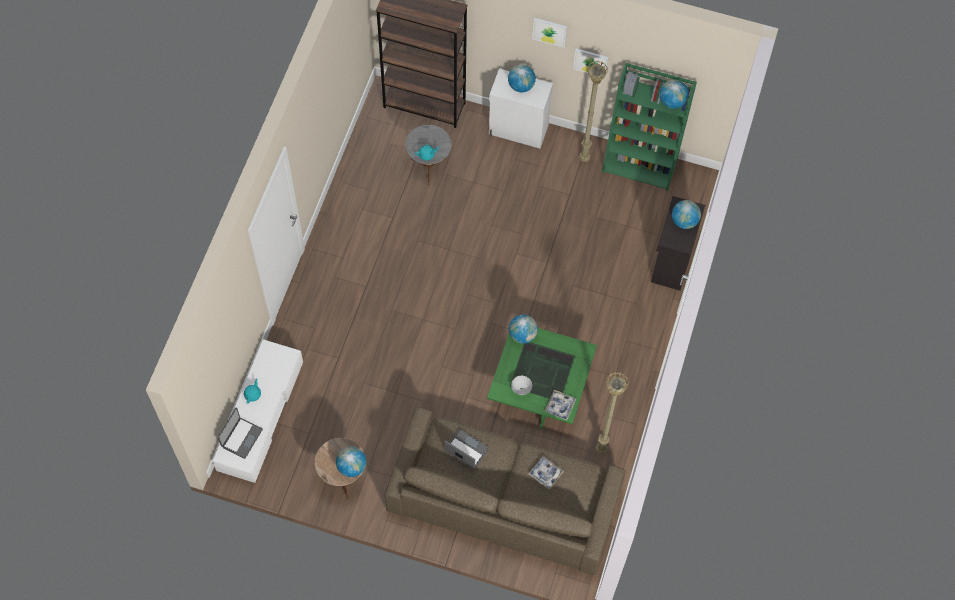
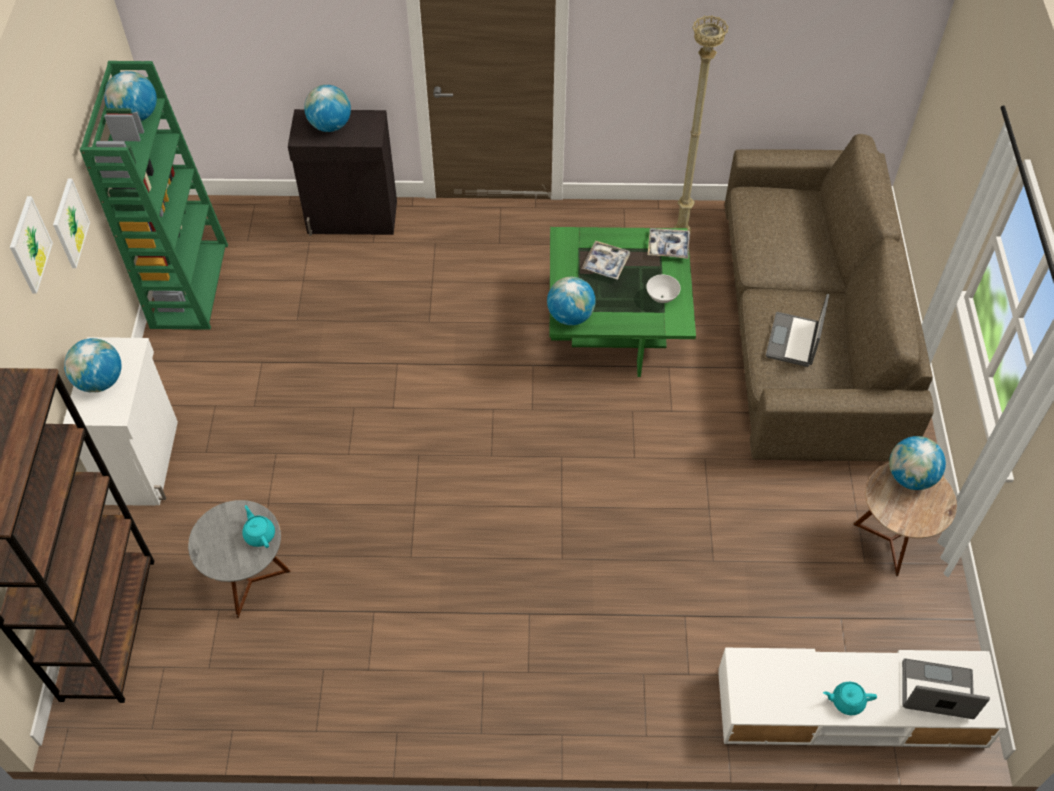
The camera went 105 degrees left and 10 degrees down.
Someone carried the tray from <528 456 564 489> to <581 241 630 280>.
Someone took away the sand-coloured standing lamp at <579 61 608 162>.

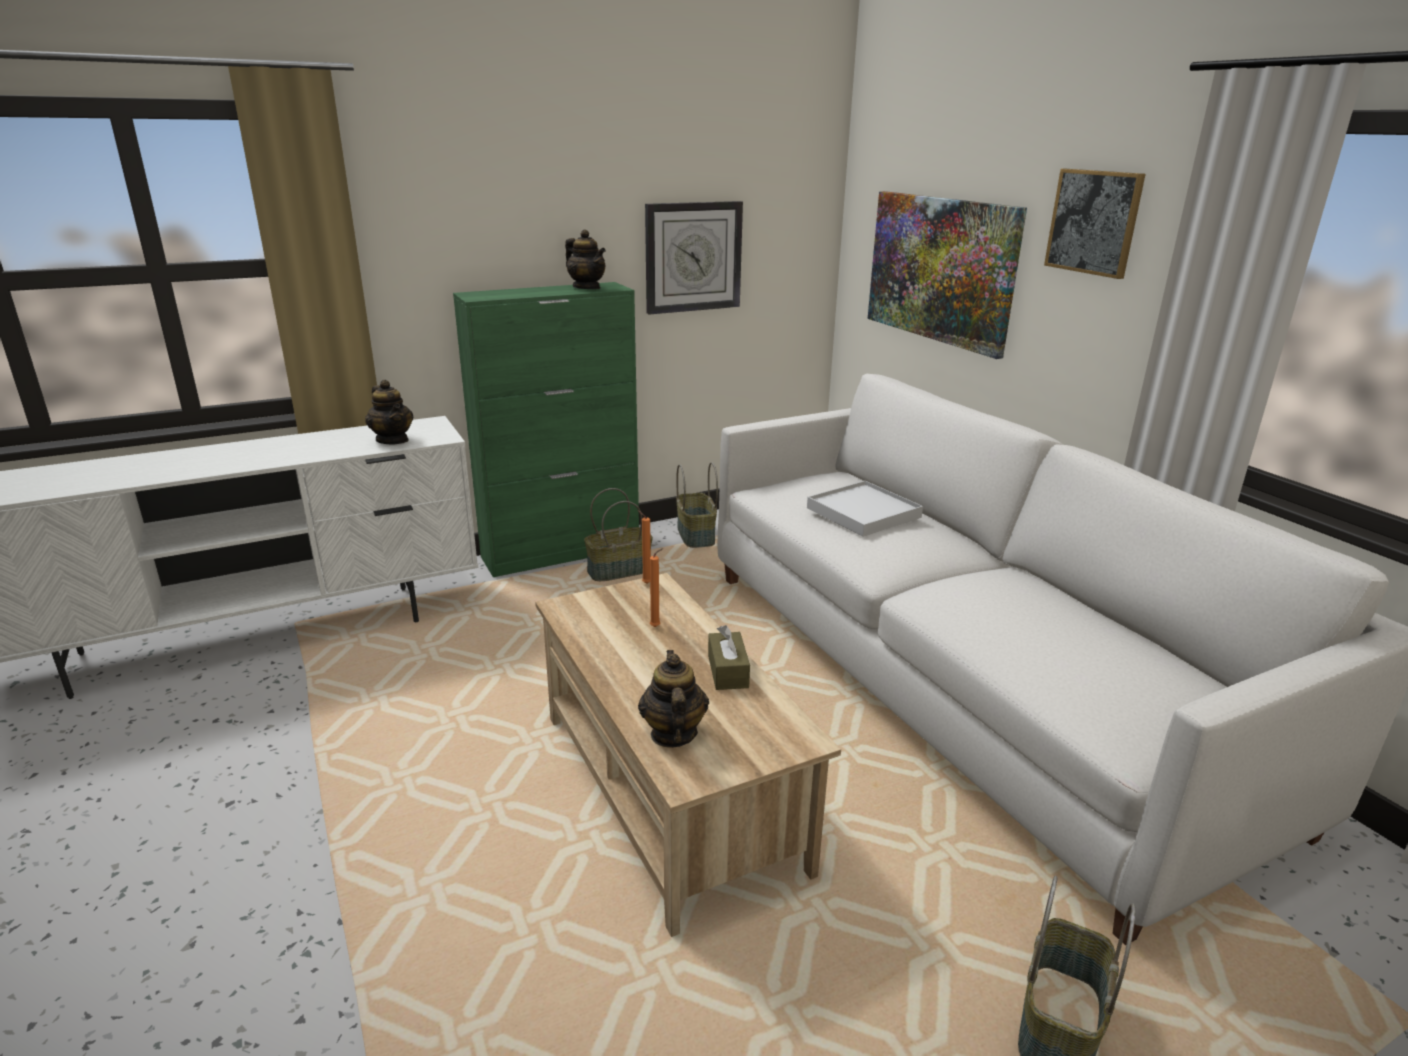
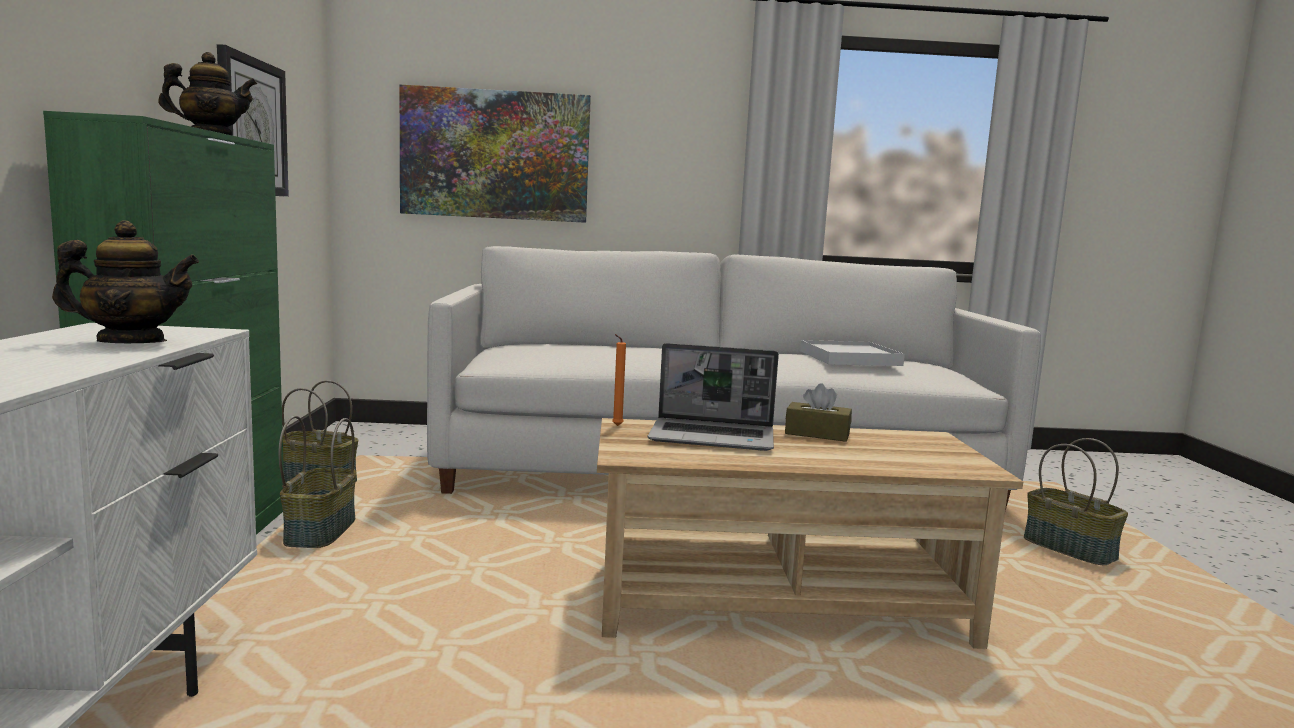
The camera went 65 degrees left and 15 degrees down.
Someone swapped the orange wax light at <650 548 663 627> for the portable computer at <648 343 779 451>.
Someone carried the whitish tray from <807 481 923 537> to <800 340 905 366>.
Someone took away the tea pot at <638 650 709 748>.
Someone took away the wall picture at <1044 169 1146 279>.

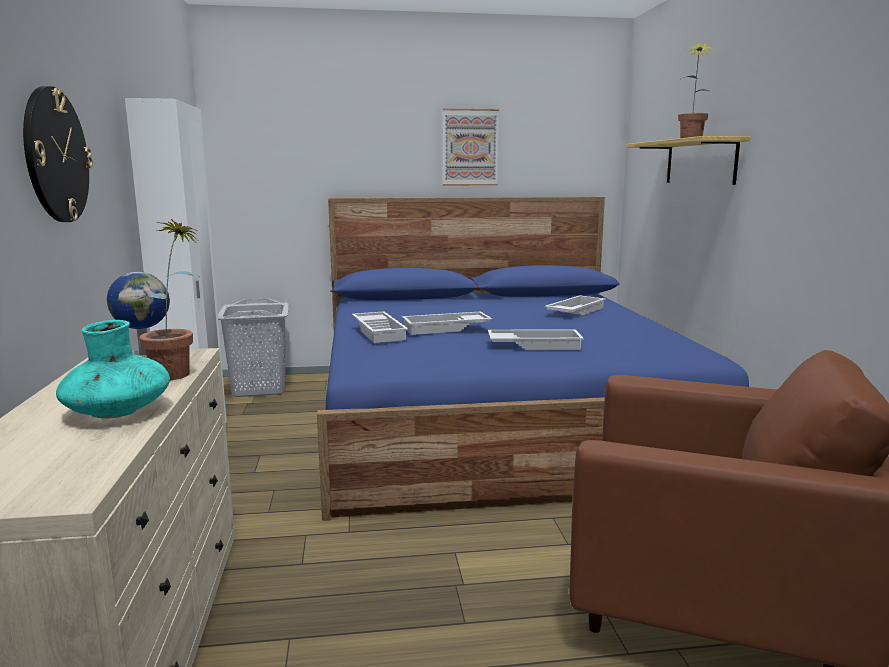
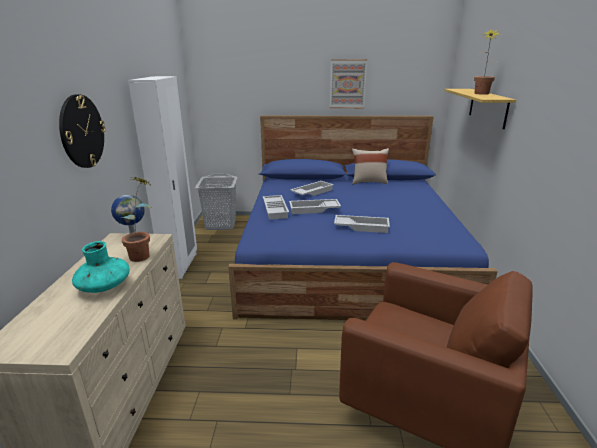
The camera went 10 degrees right and 10 degrees up.
Someone carried the whitish tray from <545 295 606 315> to <290 181 334 196>.
Someone put down the sand-coloured cushion at <352 148 389 184>.

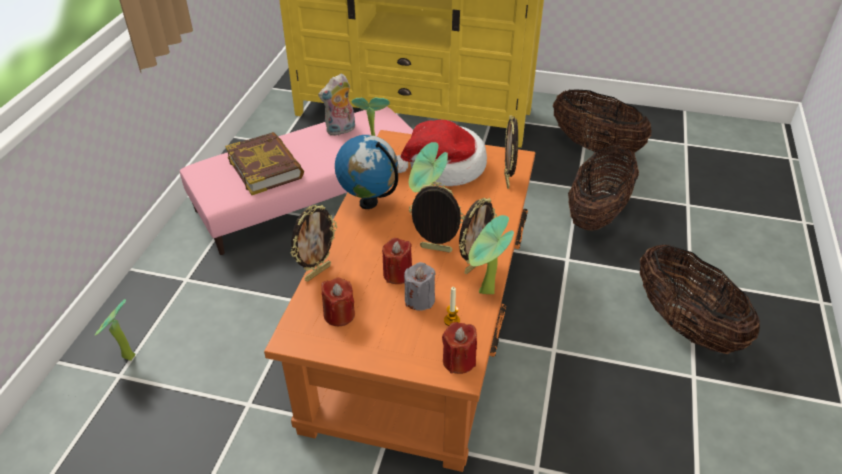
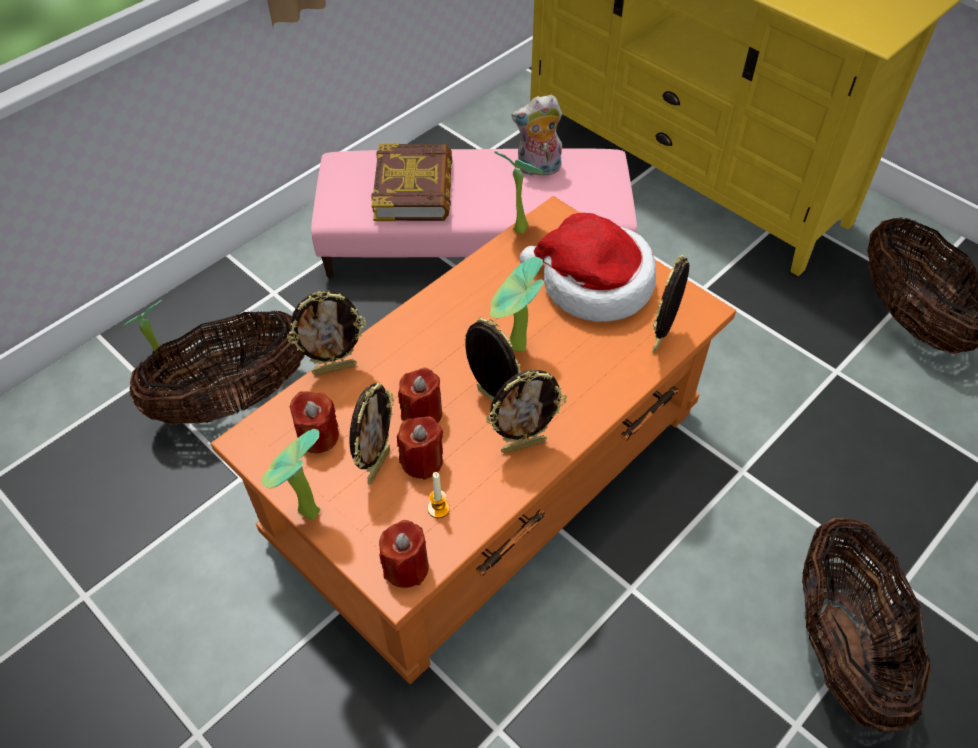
The camera went 30 degrees right and 10 degrees up.
Someone carried the basket from <568 146 639 231> to <130 310 305 425>.
Someone carried the plant in a pot from <468 215 514 294> to <261 429 320 520>.
Someone put down the photo frame at <349 382 394 485>.
Someone repainted the gray wax light at <404 262 436 311>, which became the reddish wax light at <397 416 443 480>.
Someone took away the world globe at <335 135 398 209>.

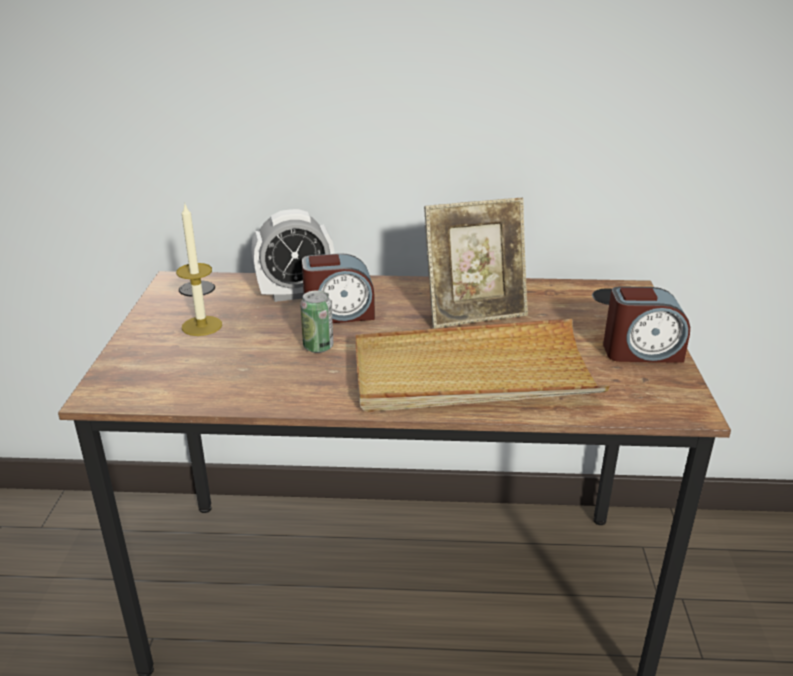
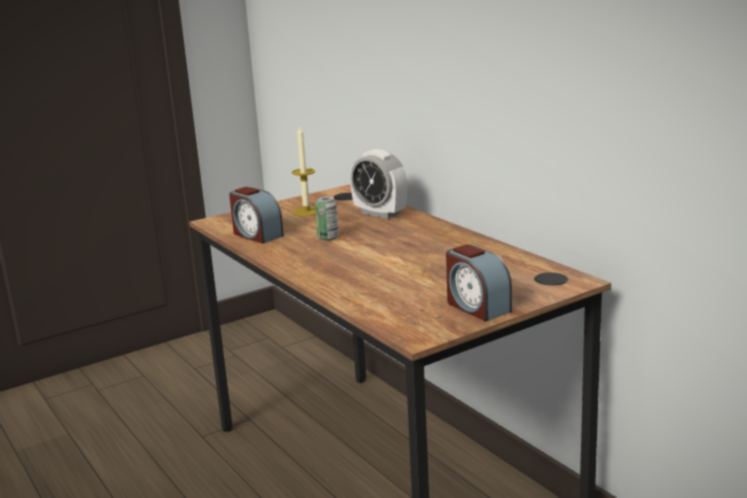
The camera went 55 degrees right and 10 degrees down.
Someone carried the alarm clock from <302 253 375 323> to <229 187 284 244>.
Someone took away the sand-coloured tray at <356 319 610 412>.
Someone took away the photo frame at <424 197 528 329>.

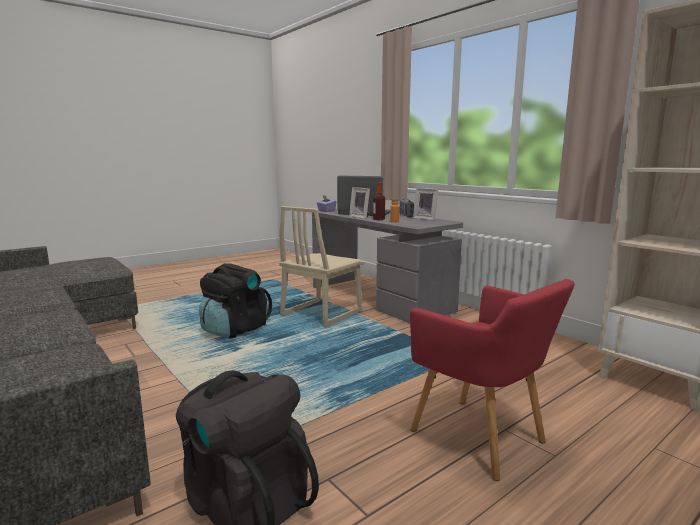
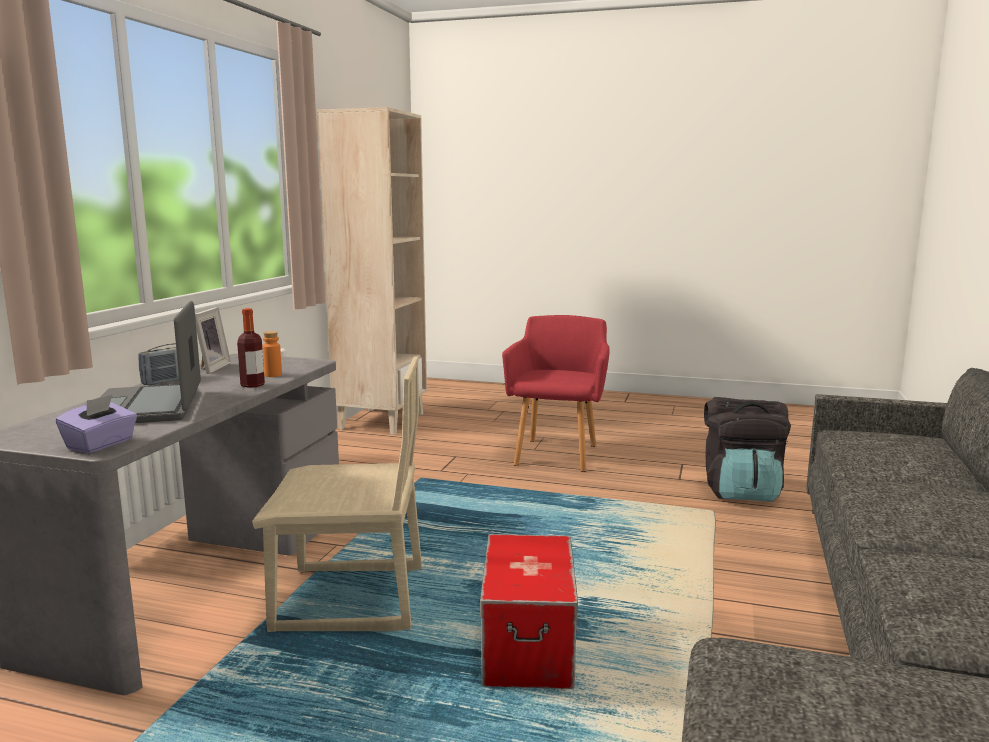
The camera went 125 degrees left and 0 degrees up.
Someone swapped the blackish backpack at <199 263 272 339> for the storage container at <480 534 578 689>.
Someone took away the photo frame at <349 187 370 219>.

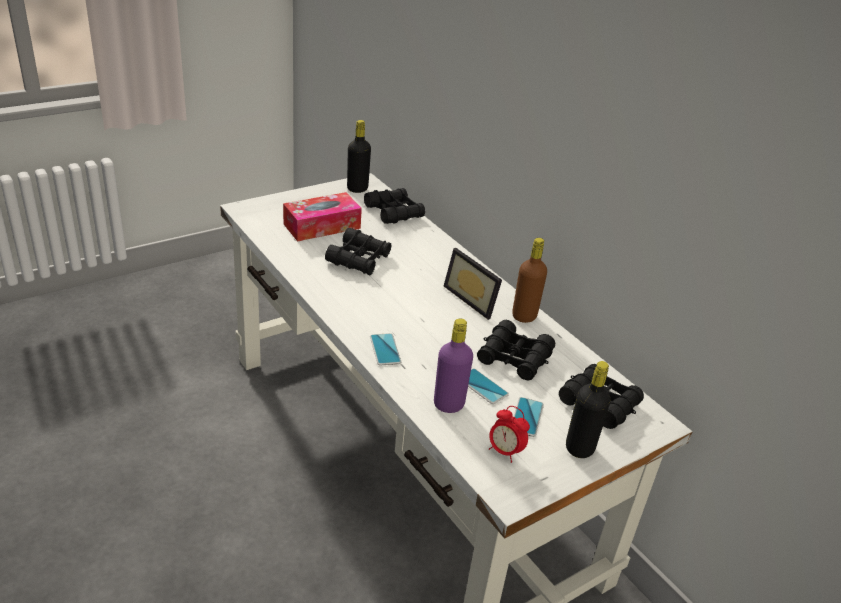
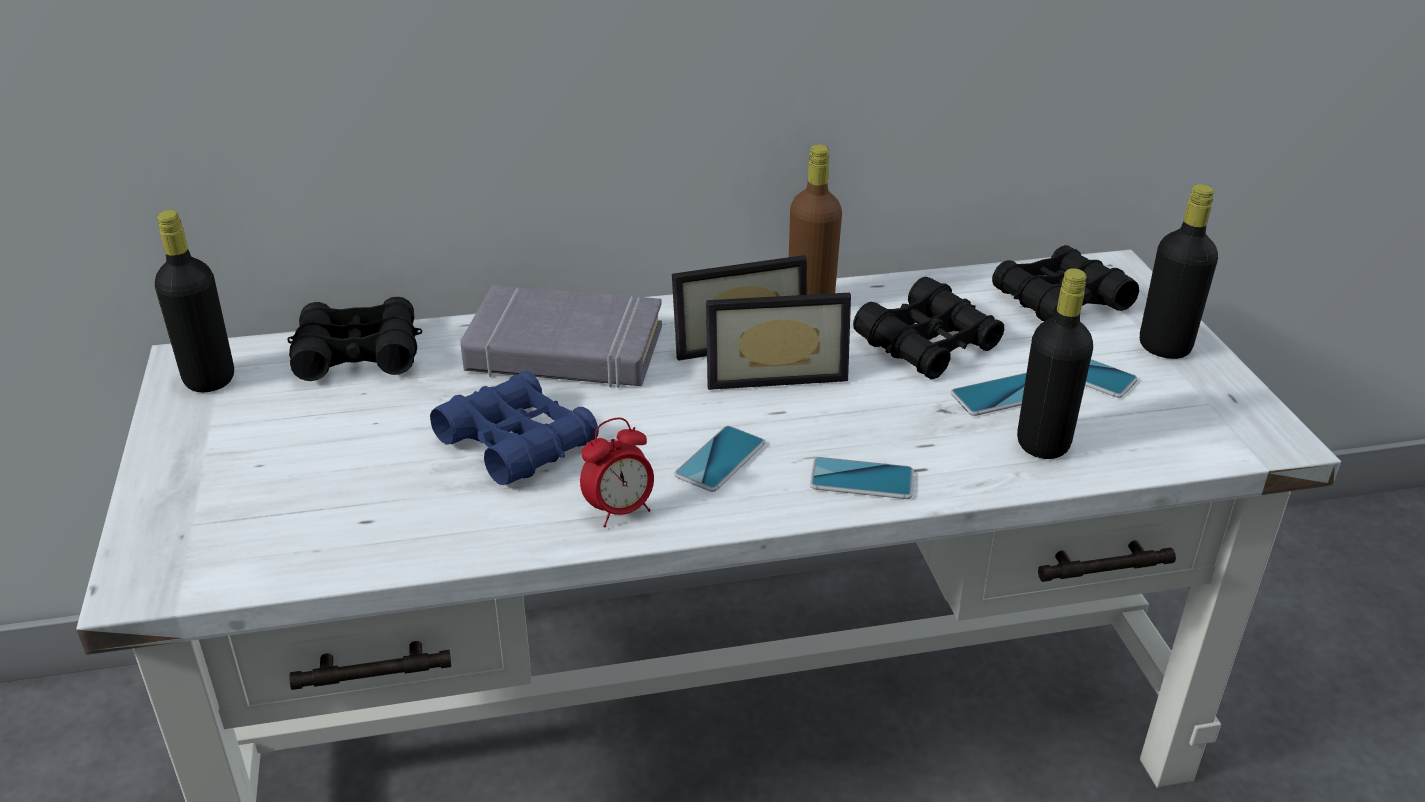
The camera went 65 degrees left and 0 degrees up.
Someone repainted the blackish binoculars at <325 228 391 275>, which became the blue binoculars at <430 371 599 485>.
Someone put down the gray book at <460 285 662 388>.
Someone carried the alarm clock from <489 406 530 463> to <580 417 654 527>.
Someone put down the telephone at <674 426 765 492>.
Someone put down the photo frame at <706 293 851 390>.
Someone repainted the purplish beverage bottle at <434 319 473 413>, which became the blackish beverage bottle at <1017 268 1093 459>.
Someone took away the box of tissues at <283 192 362 242>.

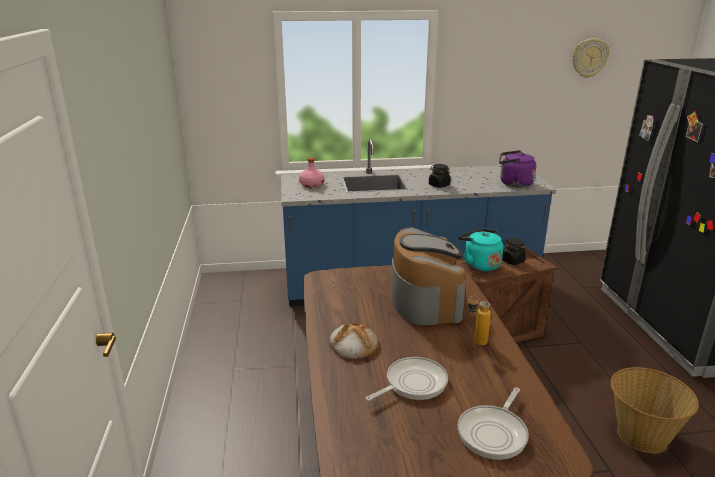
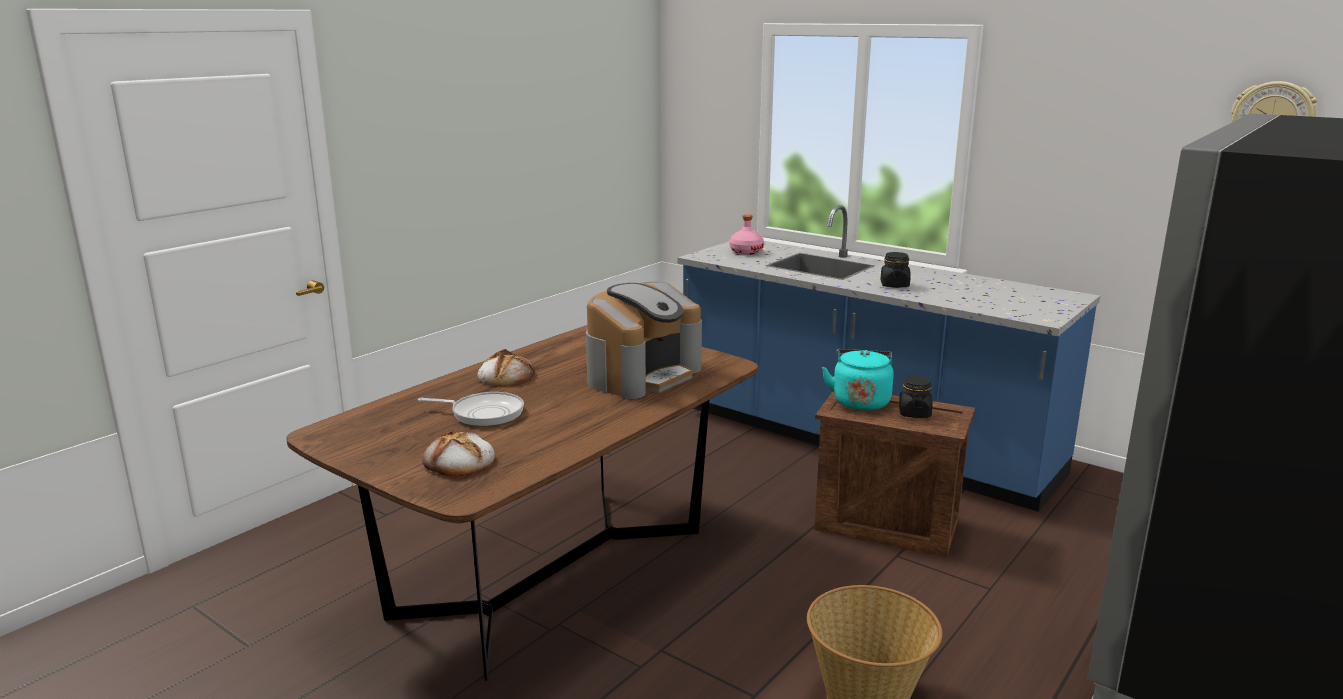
The camera went 45 degrees right and 5 degrees down.
Someone swapped the skillet at <458 387 529 460> for the baked bread at <422 431 495 476>.
Someone took away the beverage bottle at <467 296 491 346>.
Someone took away the purplish tea kettle at <499 150 536 187>.

